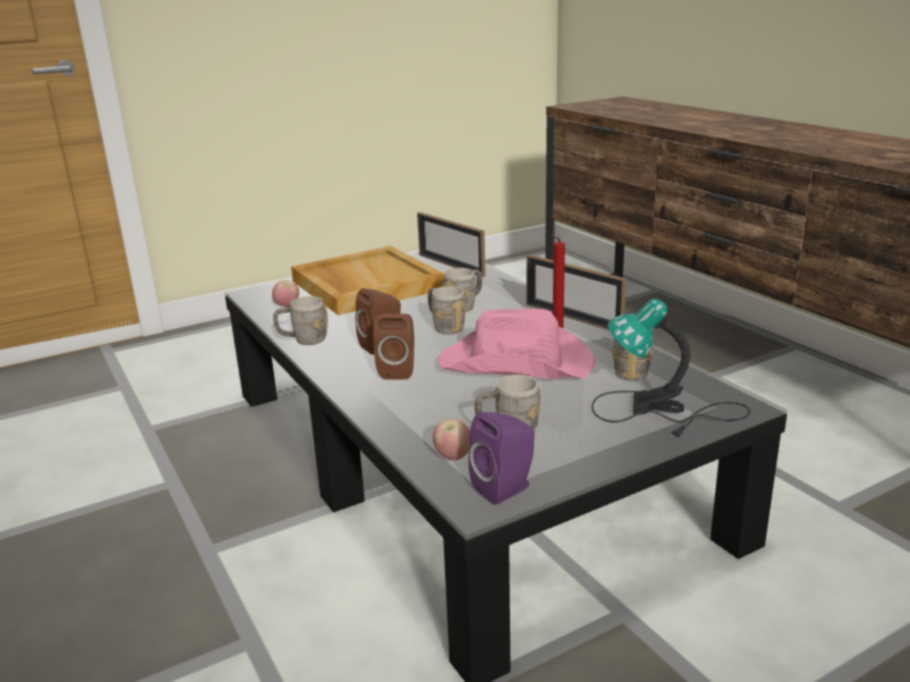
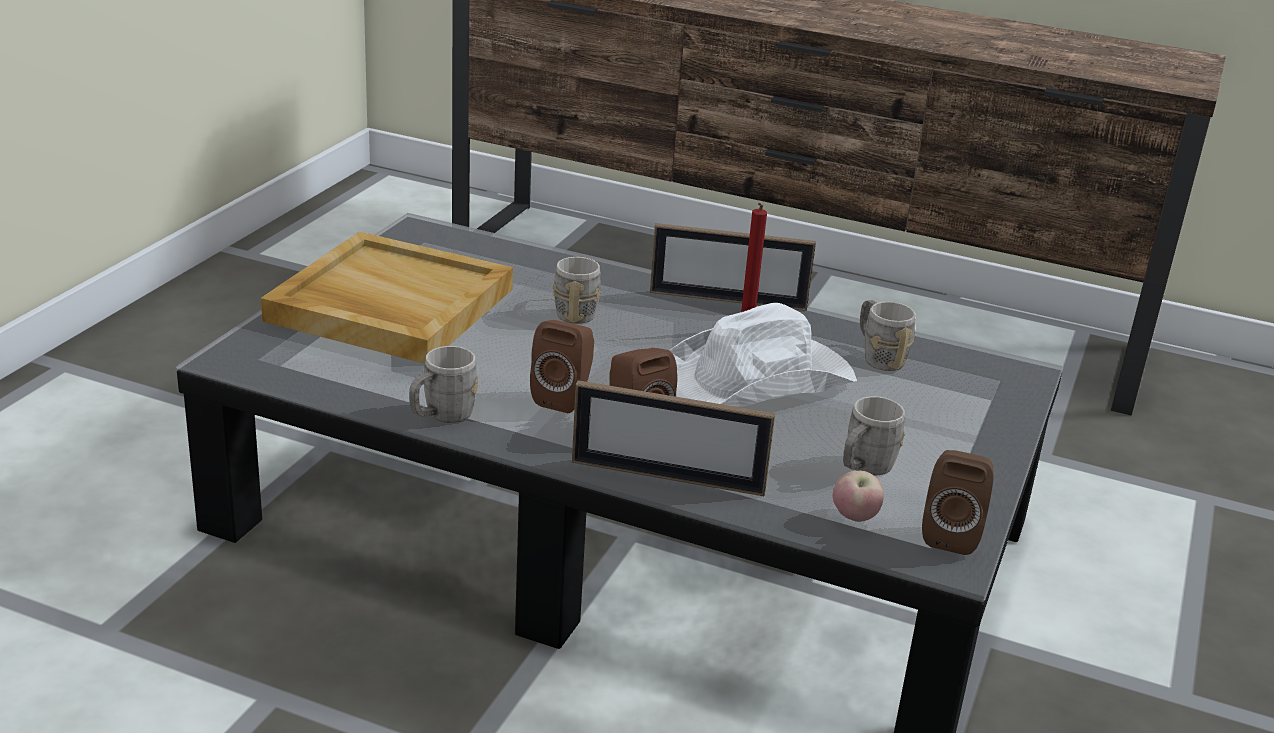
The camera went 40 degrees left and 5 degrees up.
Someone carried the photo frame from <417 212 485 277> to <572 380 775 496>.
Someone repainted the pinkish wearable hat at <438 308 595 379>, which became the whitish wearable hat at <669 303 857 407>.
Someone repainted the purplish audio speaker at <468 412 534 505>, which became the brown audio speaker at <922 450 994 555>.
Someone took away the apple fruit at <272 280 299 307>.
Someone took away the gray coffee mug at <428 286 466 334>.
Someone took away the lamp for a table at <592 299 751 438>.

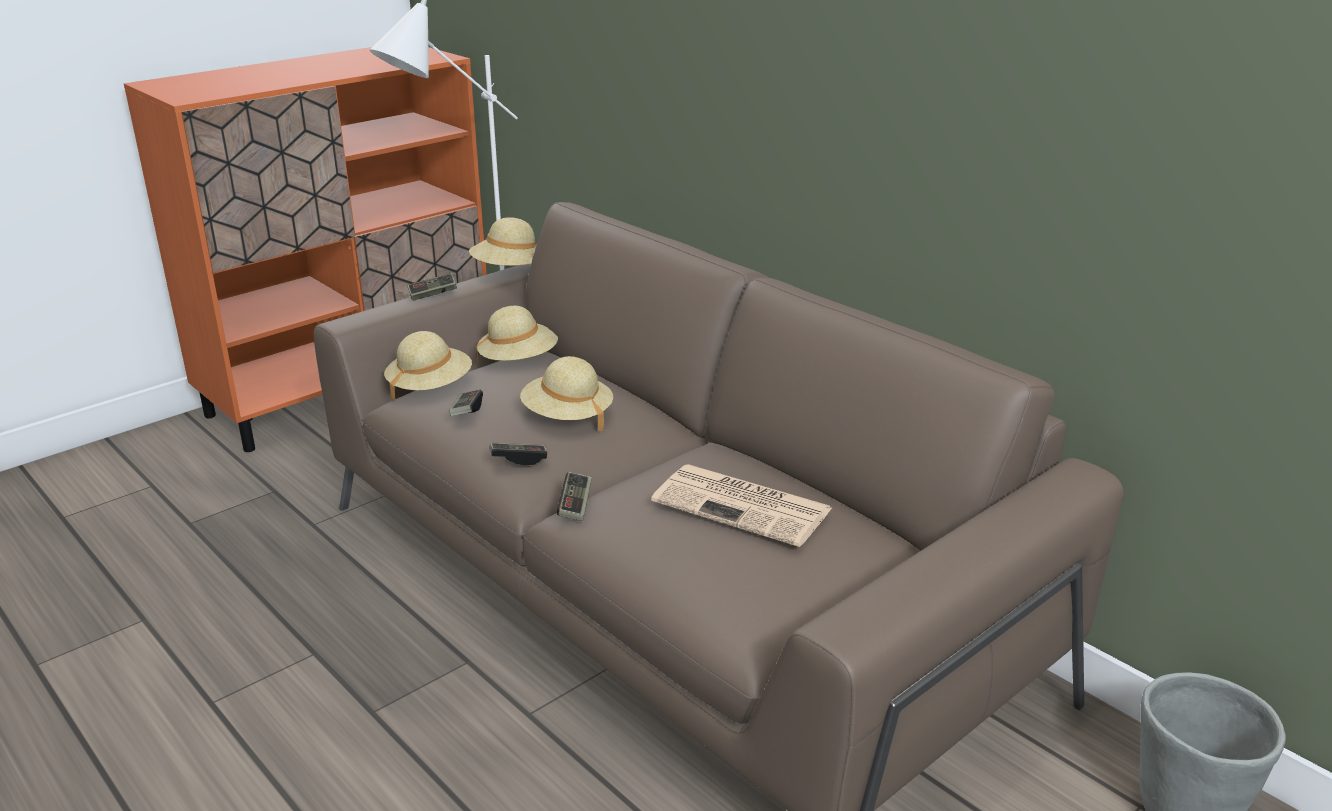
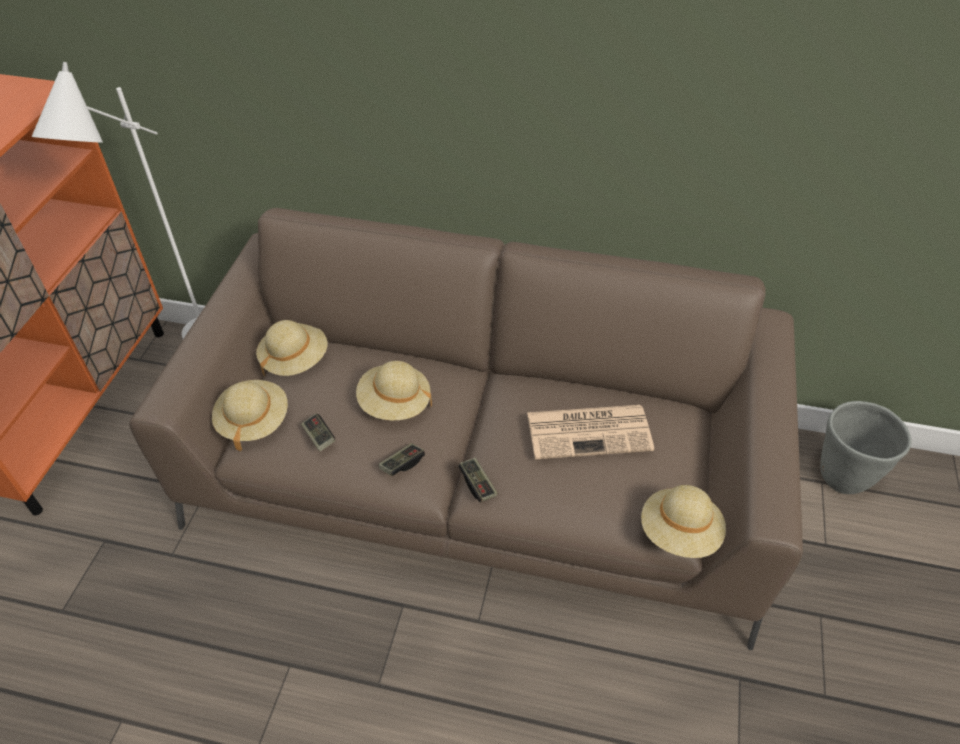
The camera went 35 degrees left and 20 degrees up.
Someone carried the sand-coloured wearable hat from <469 217 537 266> to <641 485 726 558>.
Someone took away the joypad at <407 273 457 301>.

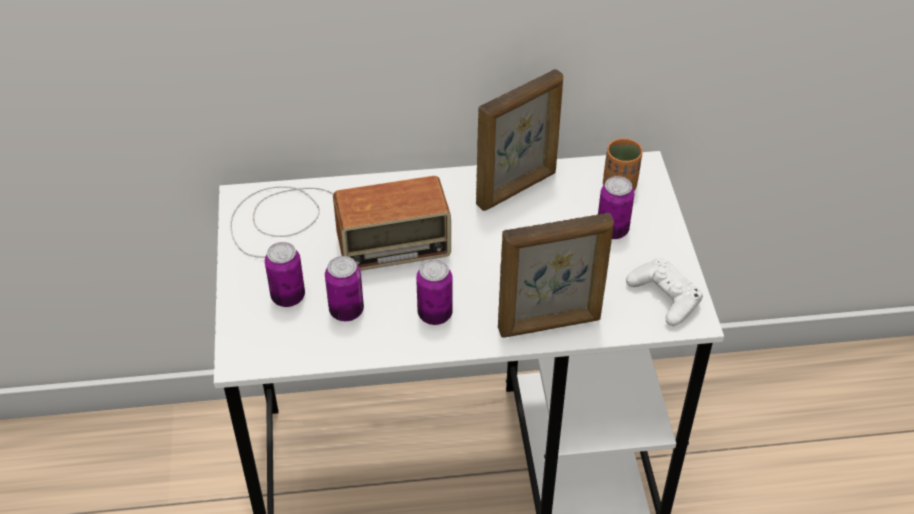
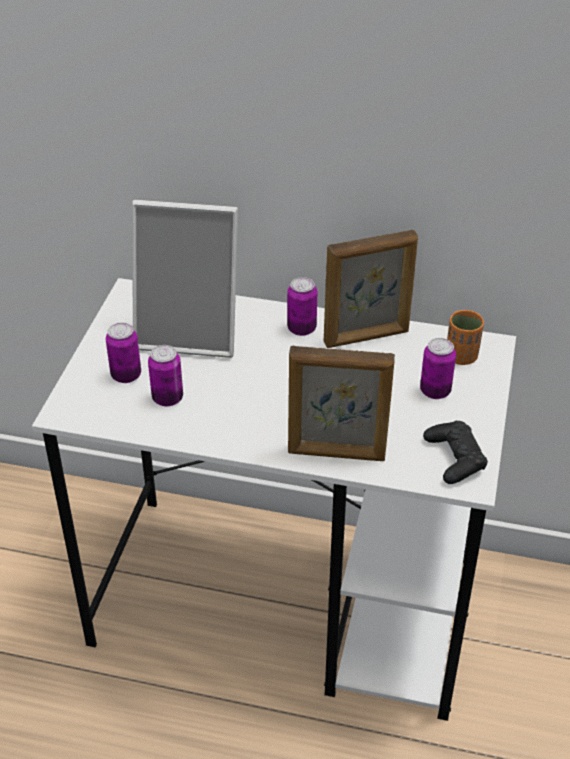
The camera went 20 degrees right and 5 degrees down.
Someone swapped the radio at <230 176 451 271> for the photo frame at <132 200 238 358>.
Someone carried the sealed can from <416 259 453 325> to <287 277 317 336>.
Someone repainted the whitish joypad at <626 258 703 326>, which became the blackish joypad at <423 421 488 484>.

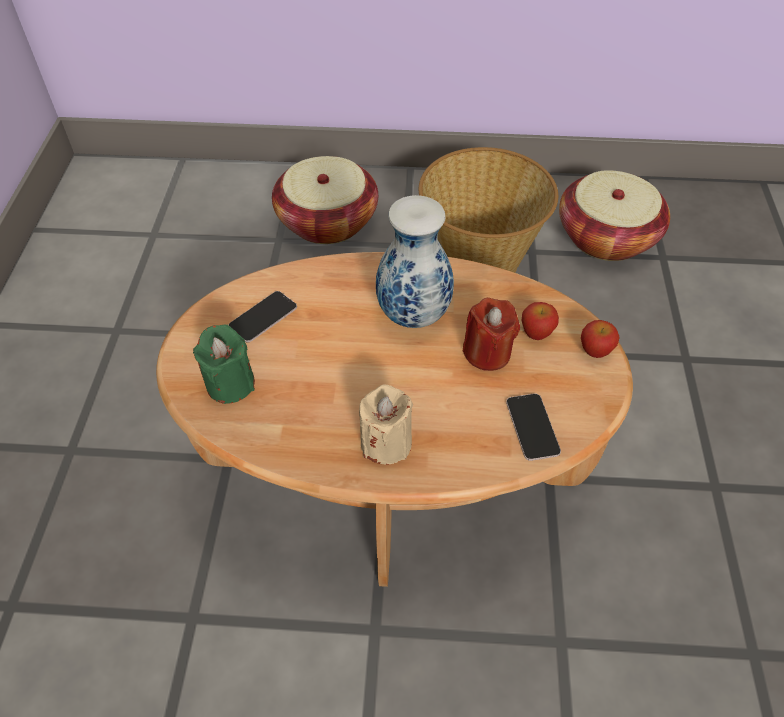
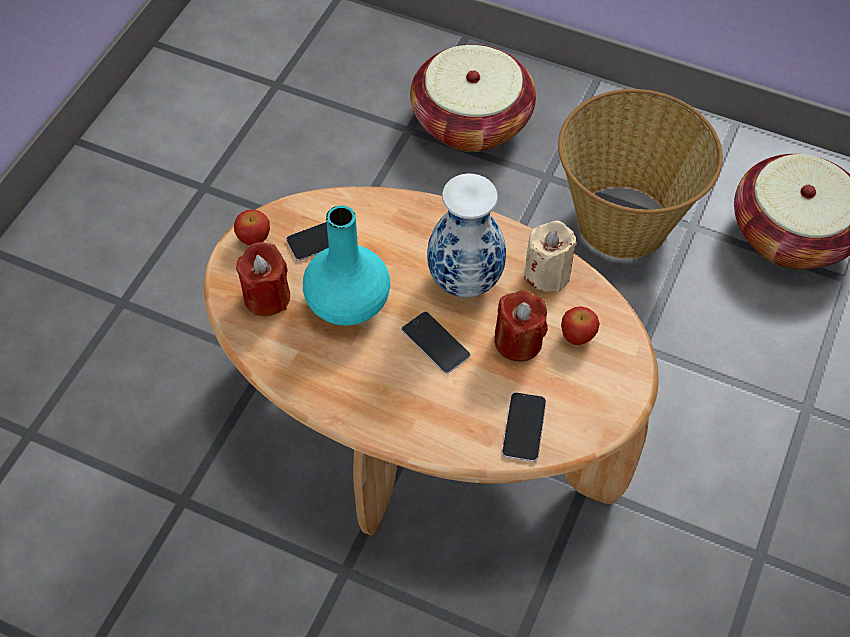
The camera went 20 degrees right and 5 degrees up.
Someone carried the apple fruit from <581 320 620 358> to <234 209 270 246>.
Someone repainted the green-coloured wax light at <193 325 255 404>, which became the reddish wax light at <236 242 290 316>.
Someone put down the turquoise flower vase at <303 205 390 326>.
Someone put down the telephone at <401 311 471 374>.
Someone carried the sand-coloured wax light from <359 385 413 465> to <524 221 577 292>.

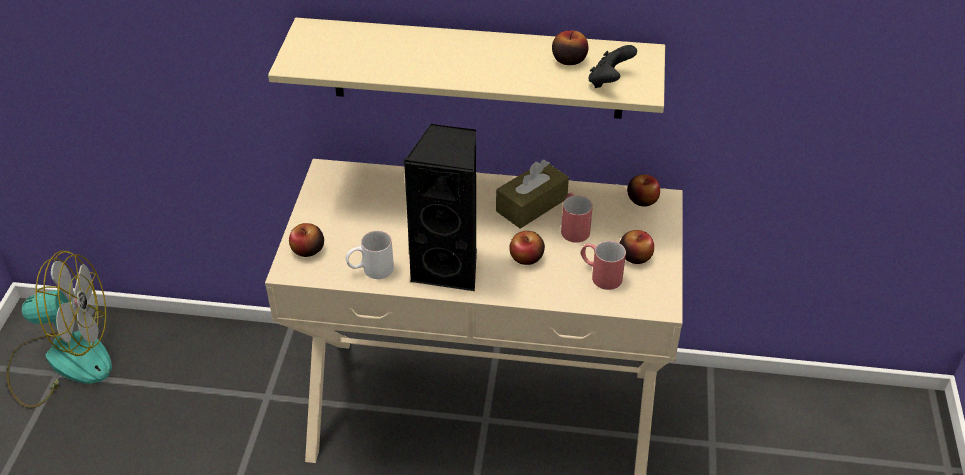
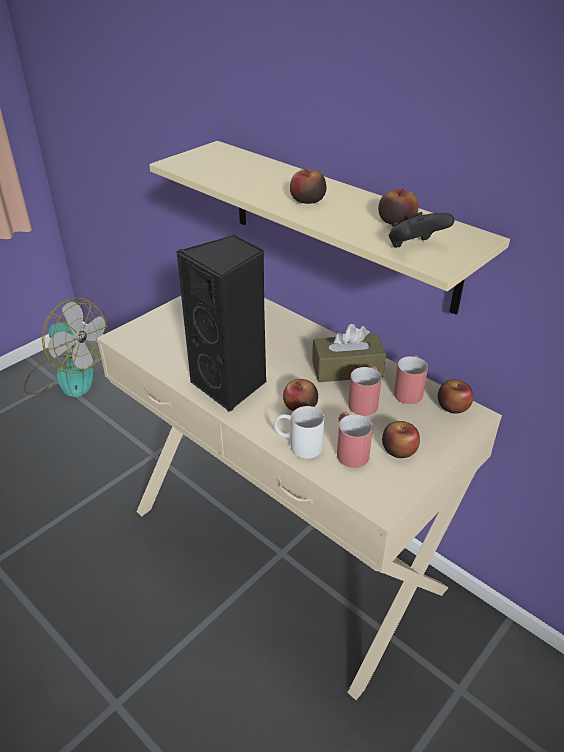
The camera went 35 degrees right and 5 degrees down.
Someone carried the whitish coffee mug from <346 231 394 279> to <274 406 324 459>.
Someone carried the apple fruit from <289 223 324 257> to <290 168 327 204>.
Someone put down the reddish coffee mug at <394 355 428 404>.

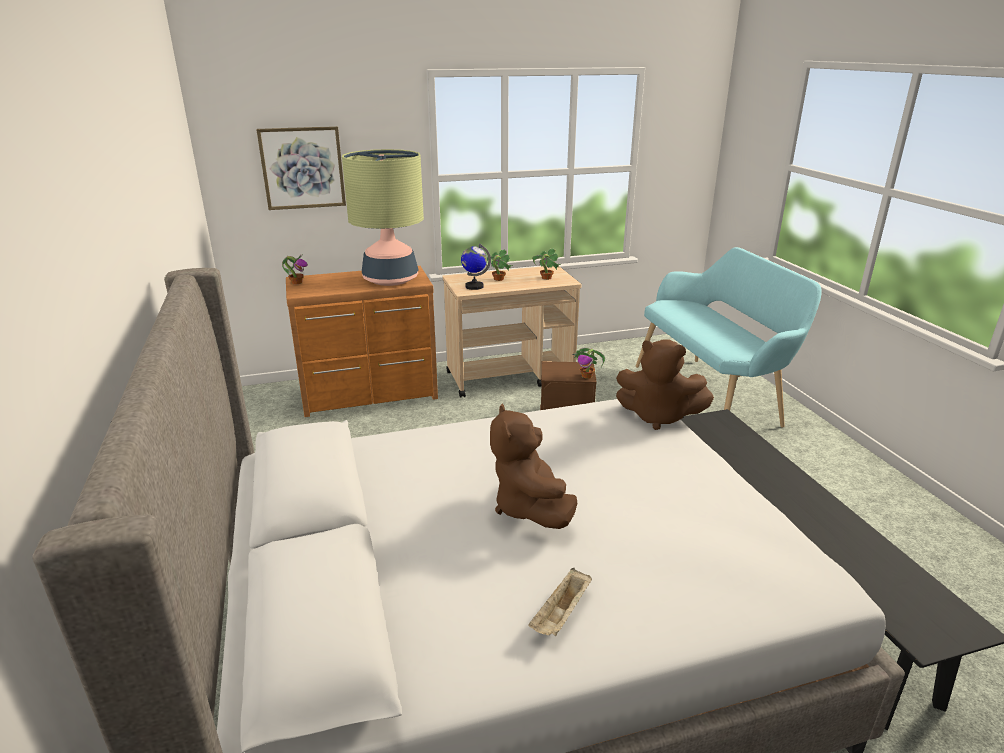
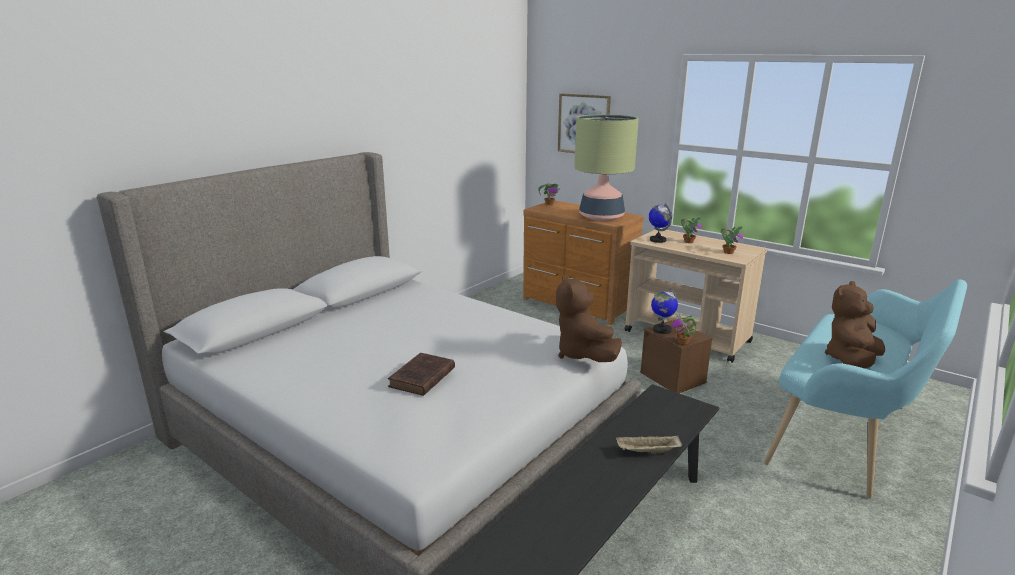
The camera went 55 degrees right and 5 degrees down.
Someone put down the brown book at <388 353 455 396>.
Someone carried the sand-coloured tray from <528 568 592 636> to <616 435 682 454>.
Someone put down the world globe at <651 288 678 334>.
Someone carried the brown cuddly toy from <490 404 578 529> to <825 281 885 369>.

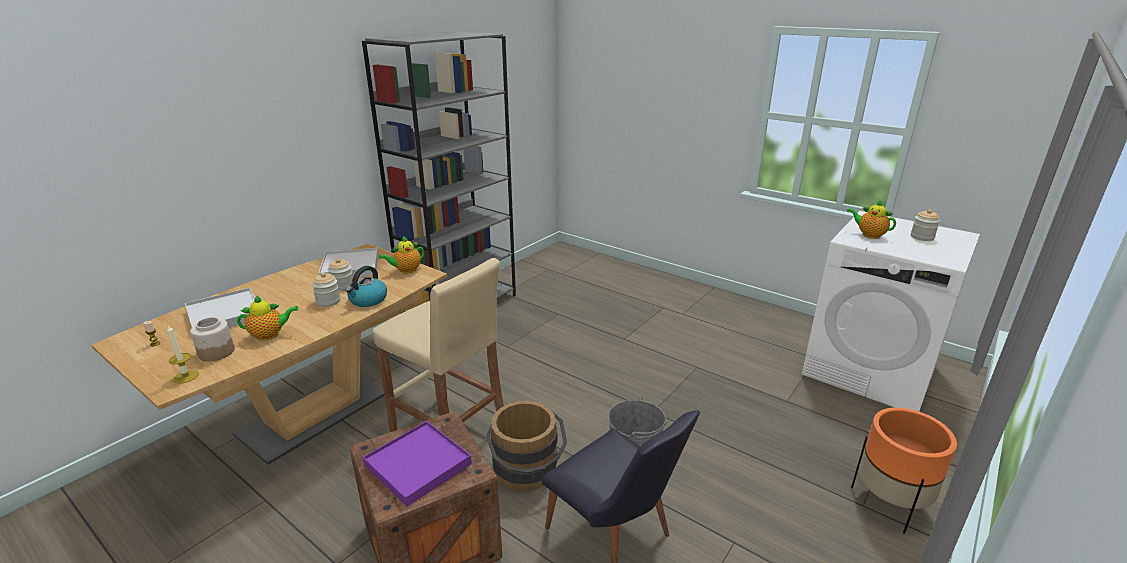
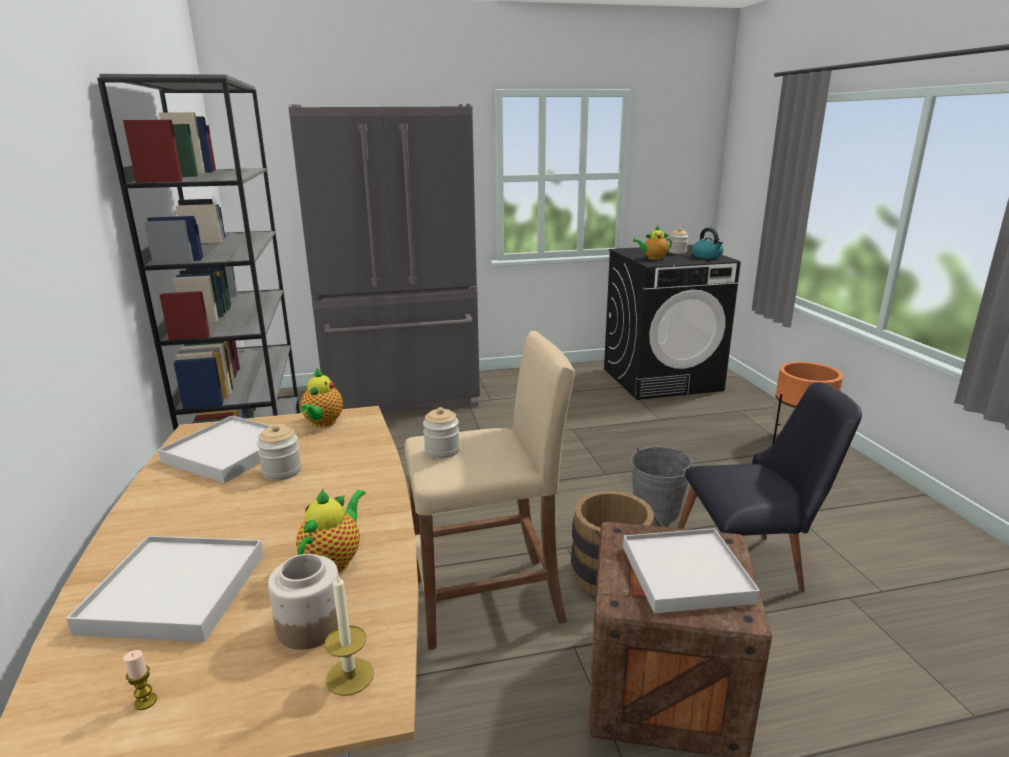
The camera went 50 degrees left and 5 degrees down.
Someone put down the gray refrigerator at <288 104 480 413>.
Someone carried the storage jar from <312 273 340 307> to <423 407 460 459>.
Someone repainted the whitish laundry appliance at <802 211 980 411>, which became the blackish laundry appliance at <604 245 741 400>.
Someone repainted the purplish tray at <363 421 472 507>, which became the whitish tray at <623 528 760 614>.
Someone carried the tea kettle from <346 266 387 307> to <692 228 724 259>.

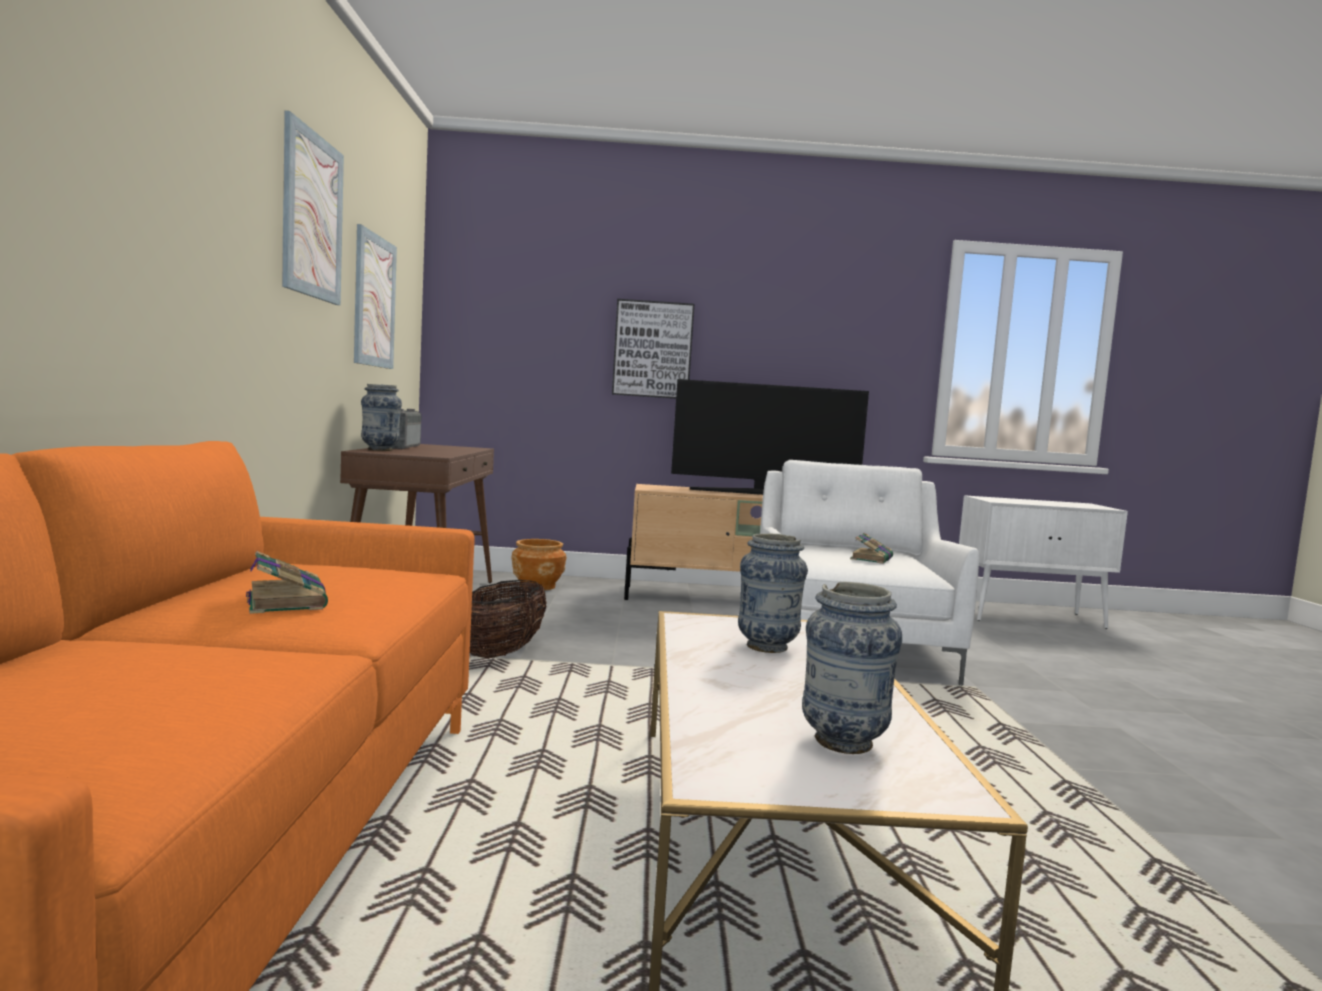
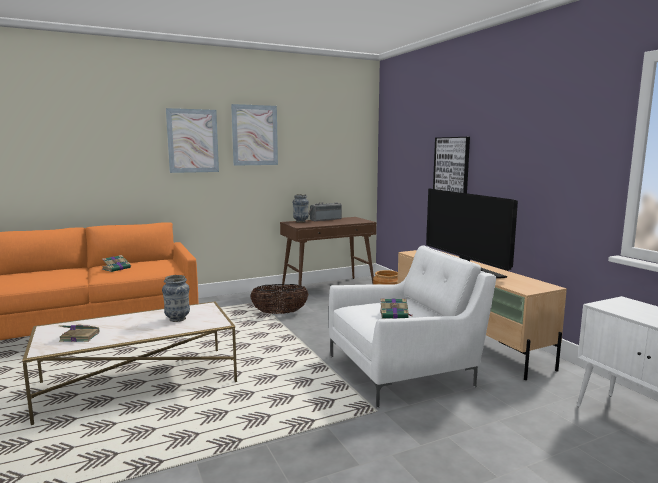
The camera went 65 degrees right and 5 degrees up.
Someone swapped the flower vase at <802 582 902 754> for the book at <59 325 99 342>.
Someone carried the wall picture from <354 224 397 369> to <166 108 219 173>.

